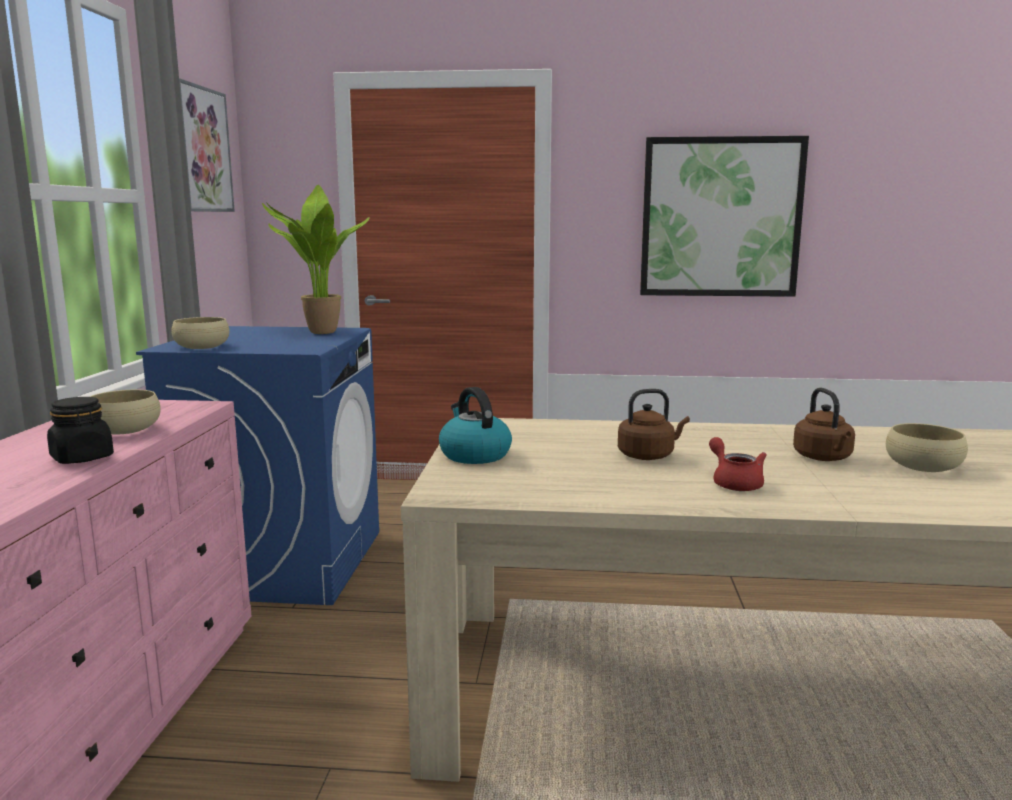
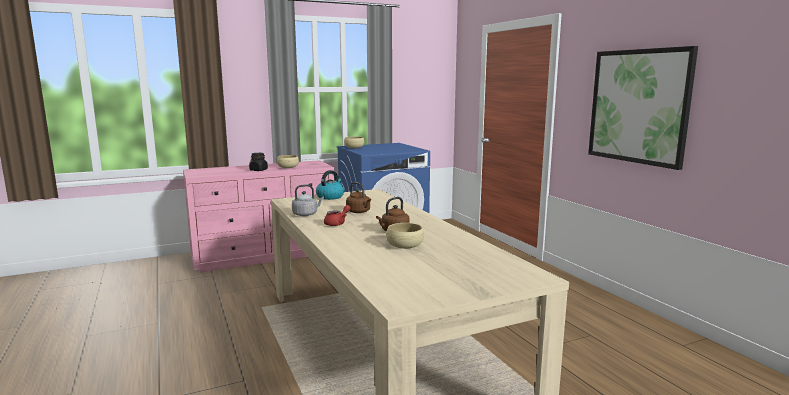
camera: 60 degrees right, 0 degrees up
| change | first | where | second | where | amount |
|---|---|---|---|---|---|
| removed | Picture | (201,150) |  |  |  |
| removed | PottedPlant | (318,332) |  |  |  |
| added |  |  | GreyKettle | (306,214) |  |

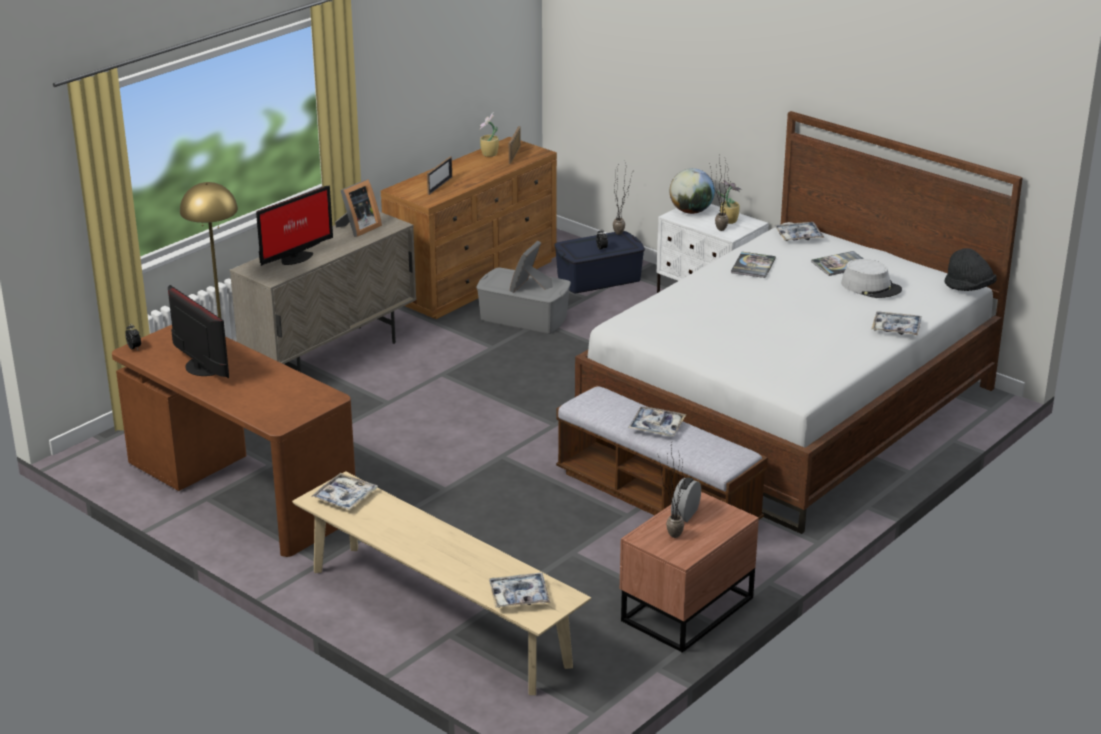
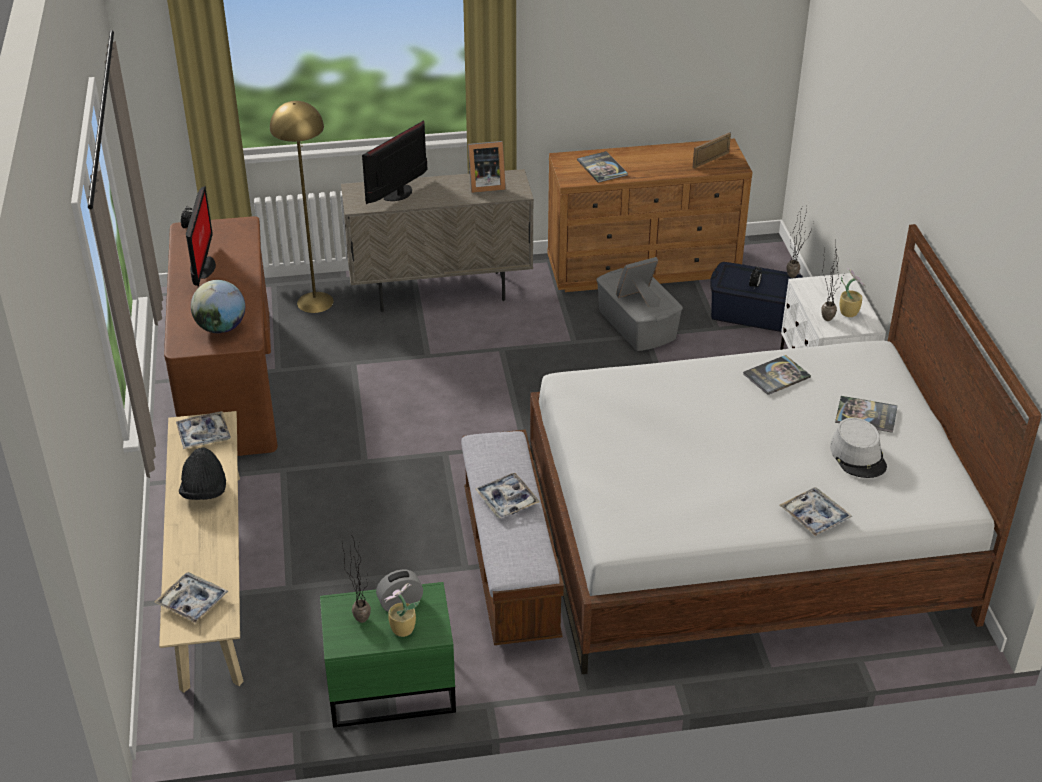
camera: 40 degrees right, 10 degrees up
| change | first | where | second | where | amount |
|---|---|---|---|---|---|
| moved | PottedPlant | (489,154) |  | (401,630) |  |
| replaced | PictureFrame | (440,185) | Book | (602,168) |  |
| moved | Globe | (691,211) |  | (221,328) |  |
| turned | Monitor | (295,258) |  | (400,193) | 135 degrees clockwise |
| removed | Tray | (798,236) |  |  |  |
| moved | BlackHat | (969,288) |  | (204,492) |  |
| recoloured | BrownNightstand | (684,609) | GreenNightstand | (389,687) |  |

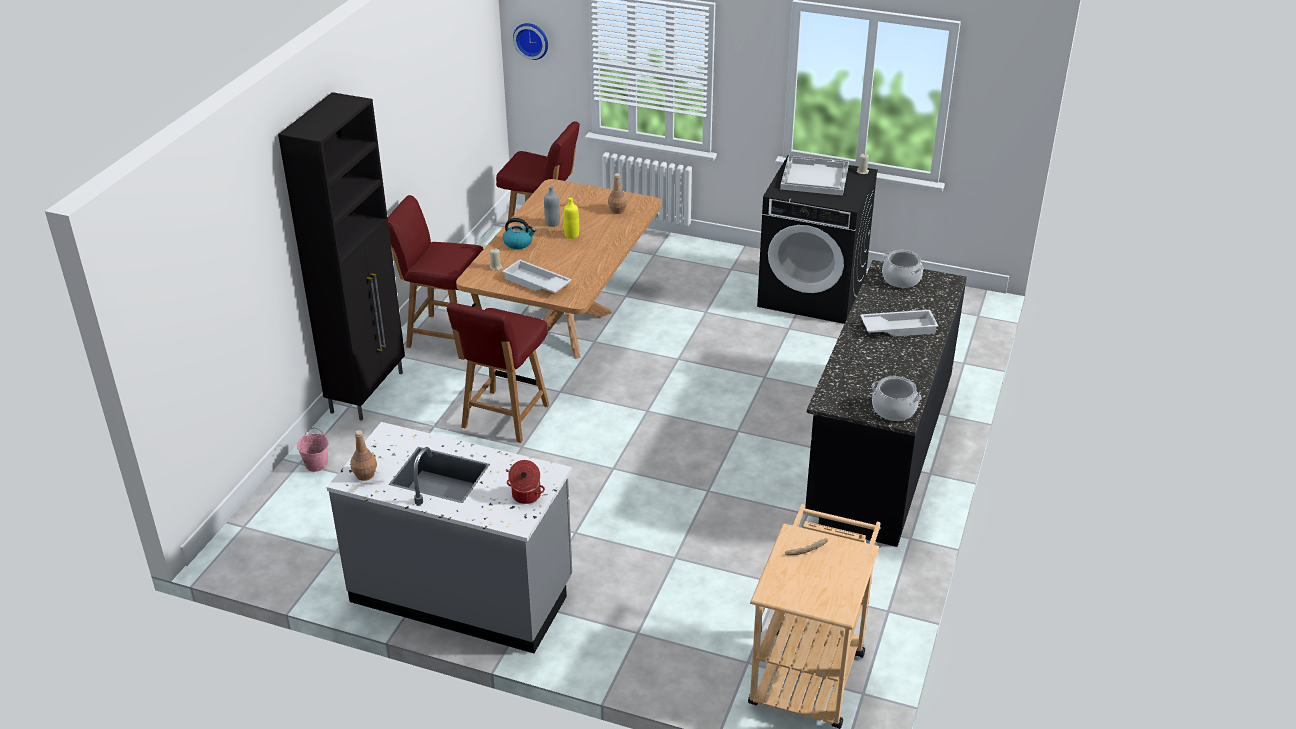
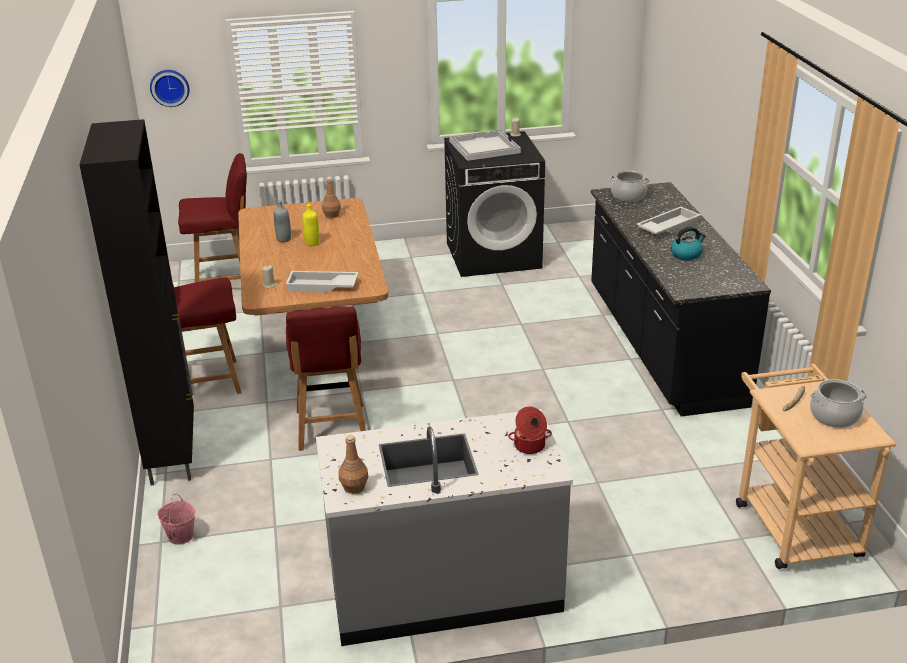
camera: 30 degrees left, 5 degrees down
| change | first | where | second | where | amount |
|---|---|---|---|---|---|
| moved | Kettle | (518,243) |  | (686,254) |  |
| moved | CookingPot | (893,410) |  | (834,416) |  |

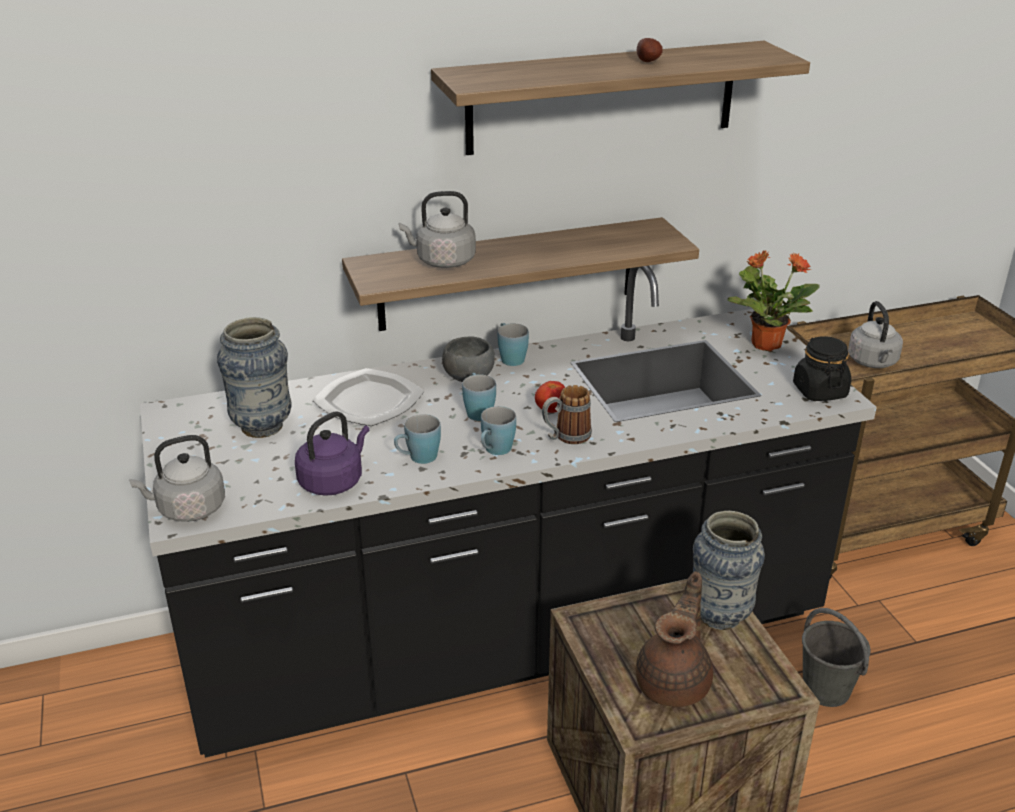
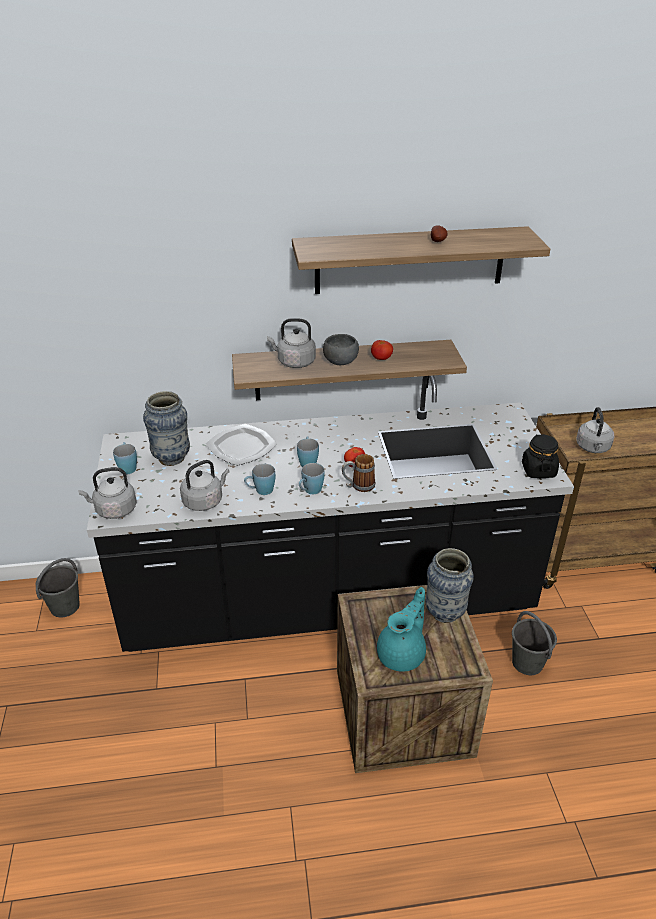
camera: 10 degrees right, 5 degrees up
| change | first | where | second | where | amount |
|---|---|---|---|---|---|
| removed | PottedPlant | (765,344) |  |  |  |
| moved | BlueMug | (510,357) |  | (127,466) |  |
| moved | GreyBowl | (468,376) |  | (340,361) |  |
| recoloured | PurpleKettle | (333,481) | GreyKettle | (204,501) |  |
| recoloured | BrownTeapot | (675,682) | TurquoiseTeapot | (402,654) |  |
| added |  |  | Tomato | (381,359) |  |
| added |  |  | GreyBucket | (65,606) |  |

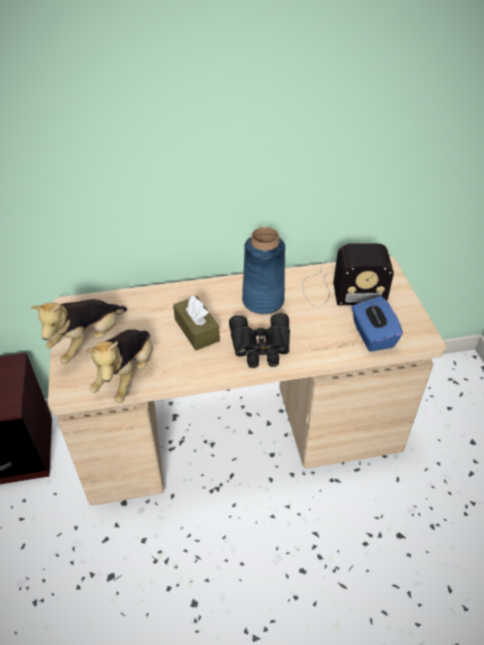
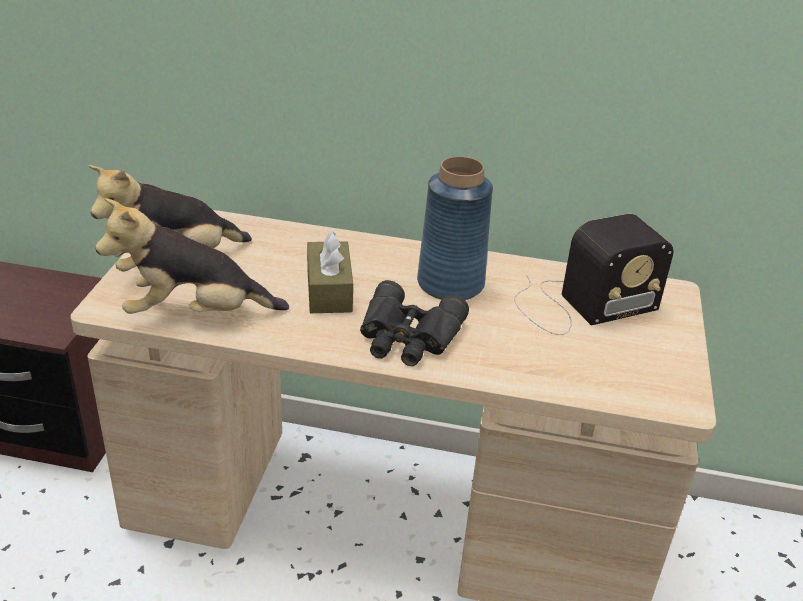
camera: 20 degrees right, 10 degrees down
| change | first | where | second | where | amount |
|---|---|---|---|---|---|
| turned | Radio | (340,291) |  | (580,304) | 45 degrees counterclockwise |
| removed | BlueTissueBox | (372,335) |  |  |  |
| turned | PlushToy | (127,376) |  | (195,314) | 45 degrees clockwise |

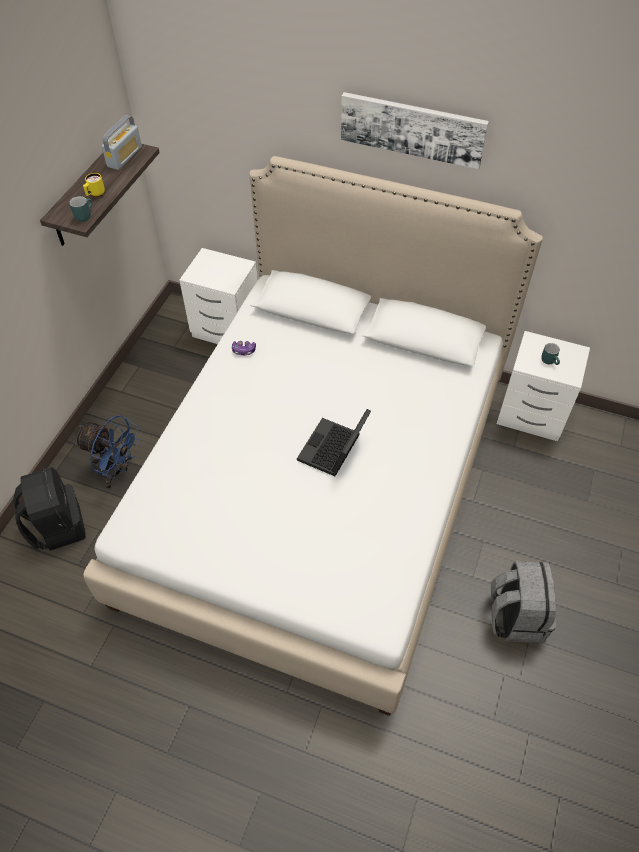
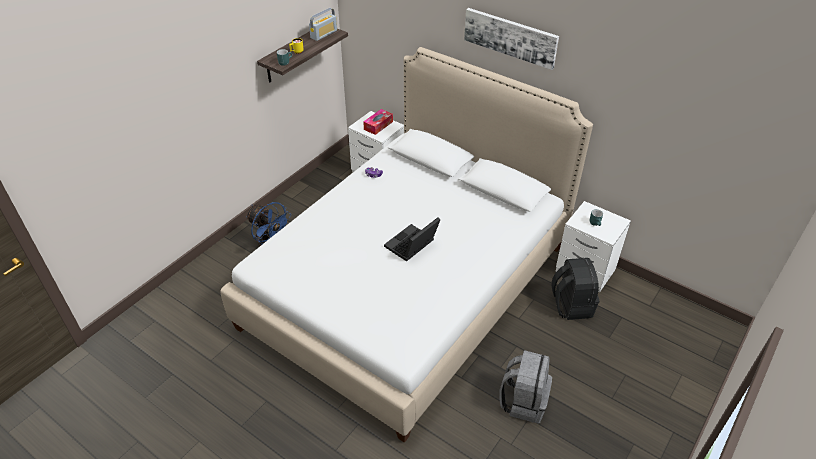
camera: 15 degrees right, 10 degrees down
| change | first | where | second | where | amount |
|---|---|---|---|---|---|
| moved | BlackBackpack | (58,526) |  | (571,305) |  |
| added |  |  | TissueBox | (378,125) |  |

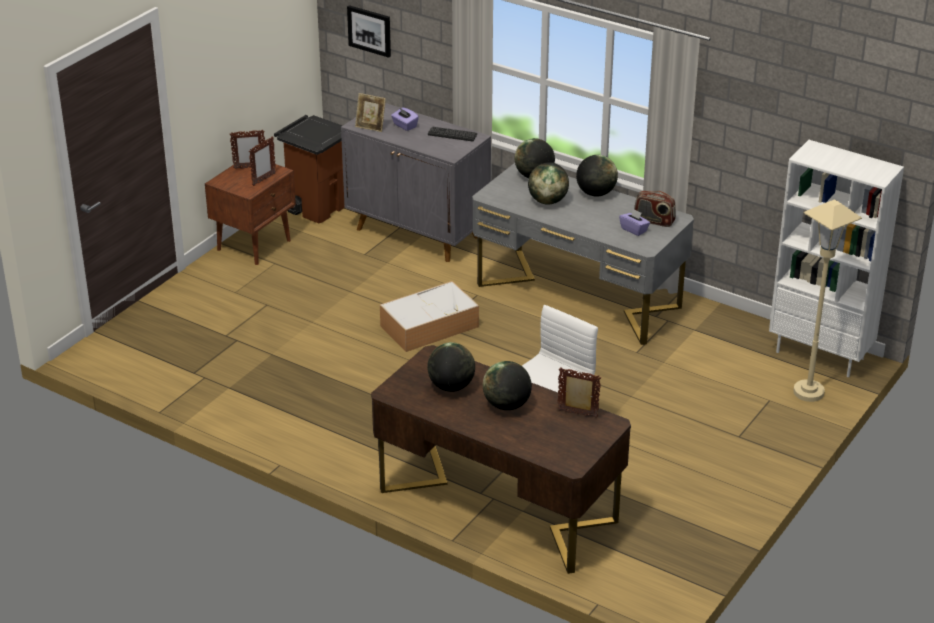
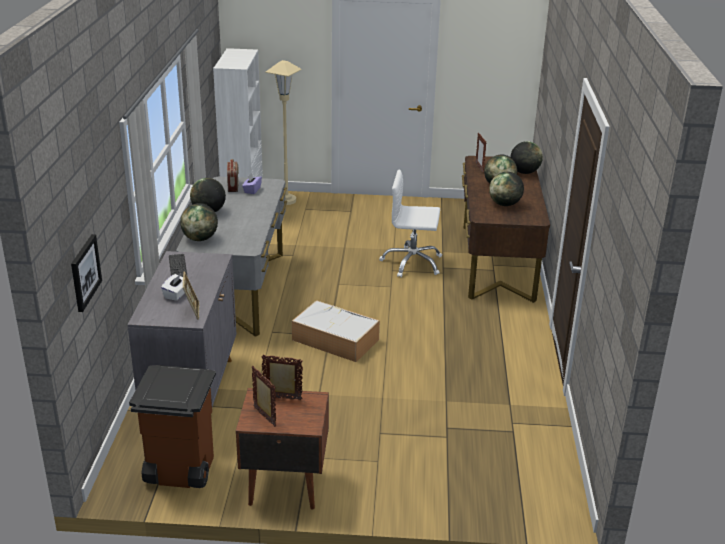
camera: 120 degrees left, 5 degrees down
| change | first | where | second | where | amount |
|---|---|---|---|---|---|
| recoloured | PurpleTissueBox | (404,126) | WhiteTissueBox | (176,294) |  |
| moved | Globe | (547,201) |  | (524,172) |  |

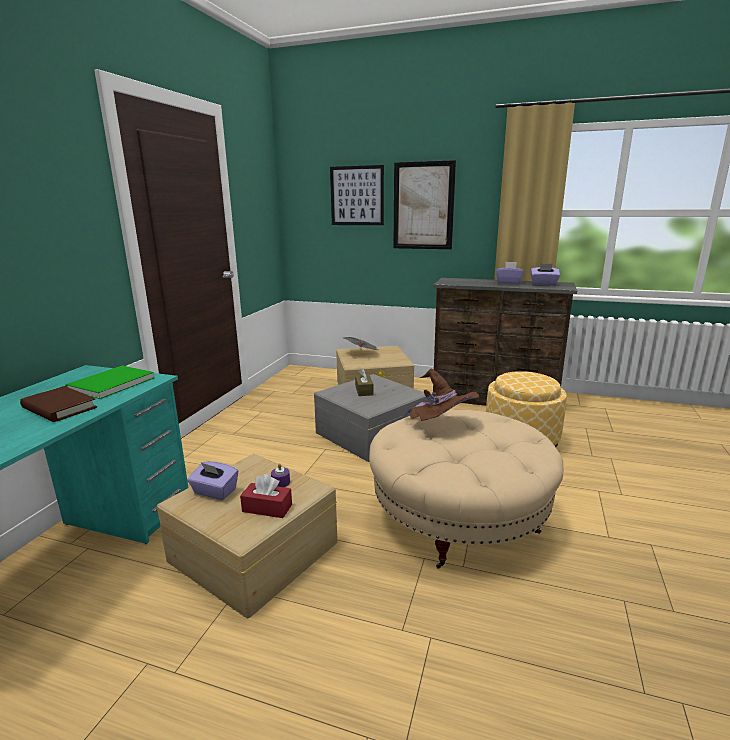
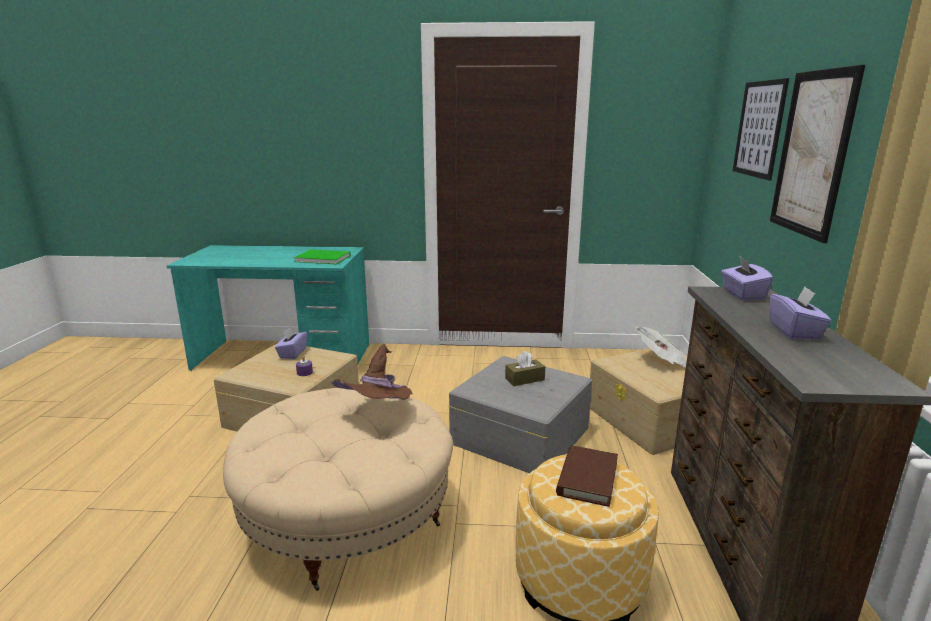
camera: 75 degrees right, 0 degrees up
| change | first | where | second | where | amount |
|---|---|---|---|---|---|
| moved | PurpleTissueBox | (544,284) |  | (742,294) |  |
| moved | BrownBook | (59,408) |  | (587,478) |  |
| removed | RedTissueBox | (267,508) |  |  |  |

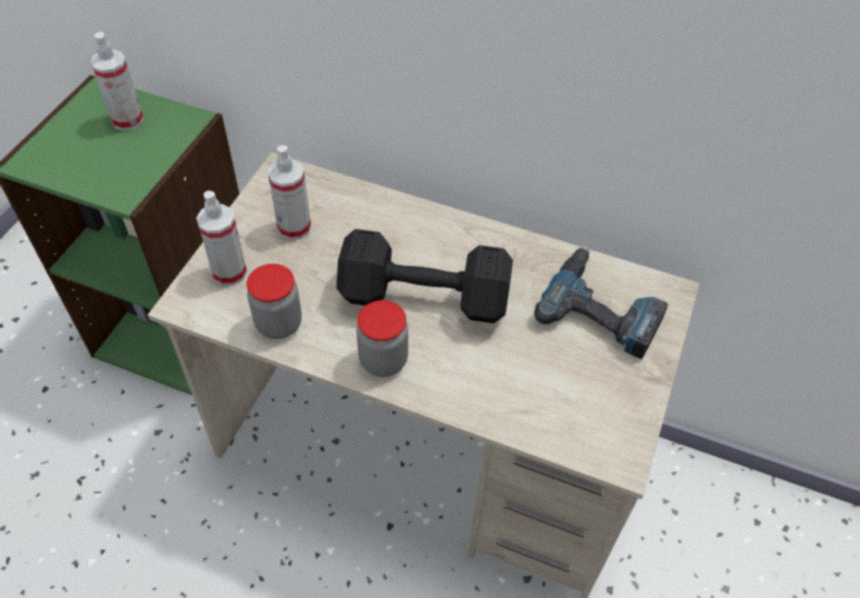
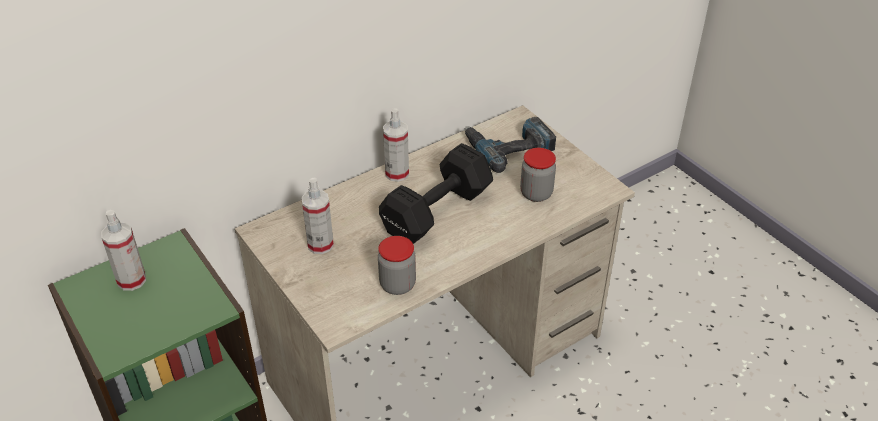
camera: 55 degrees left, 10 degrees down
| change | first | where | second | where | amount |
|---|---|---|---|---|---|
| moved | SprayBottle | (229,272) |  | (397,173) |  |
| moved | Jar | (383,360) |  | (536,193) |  |

